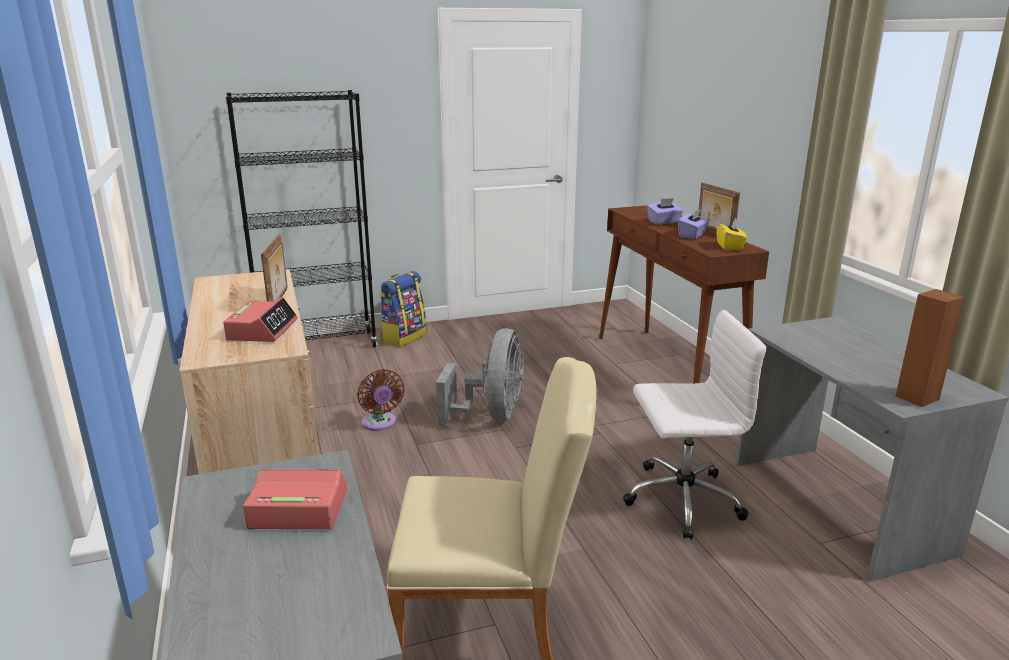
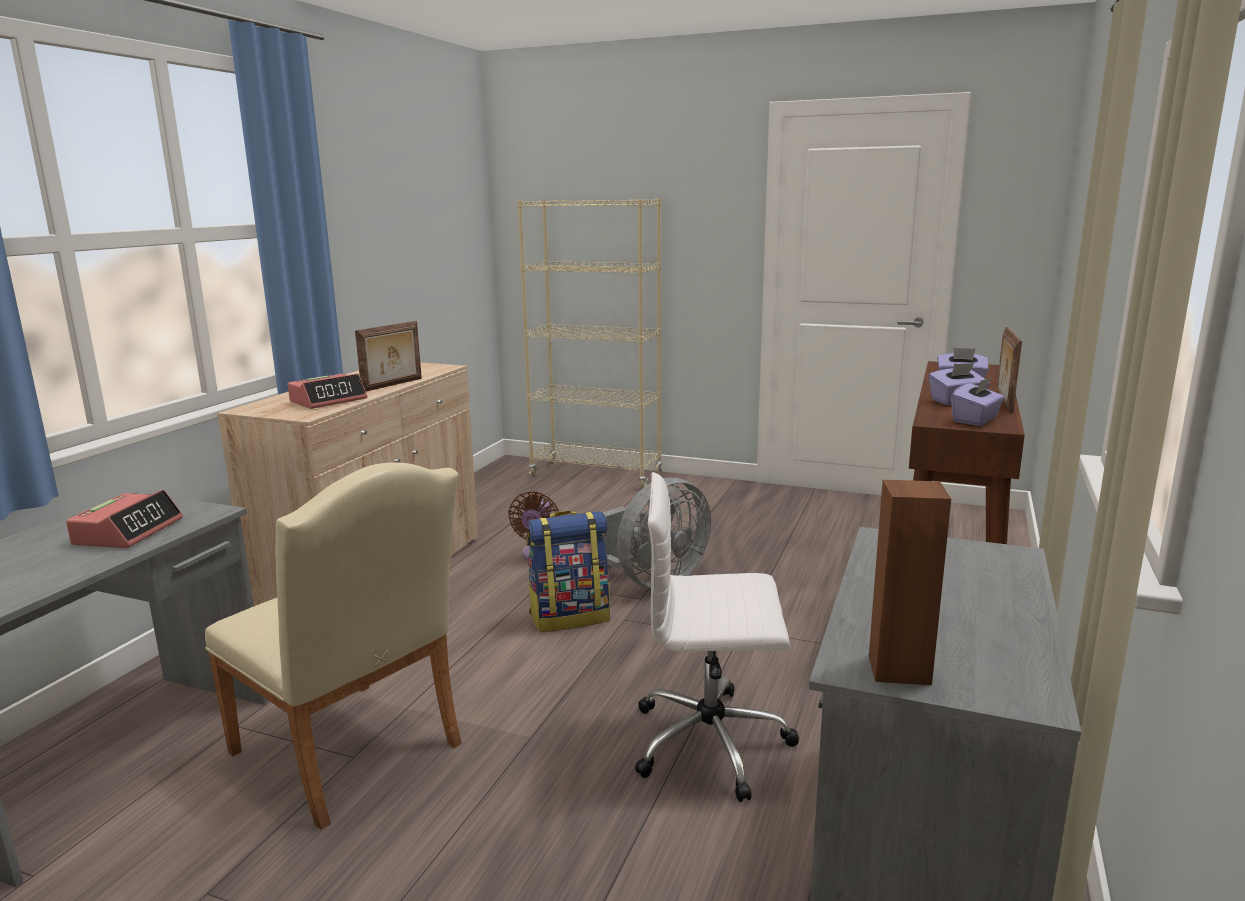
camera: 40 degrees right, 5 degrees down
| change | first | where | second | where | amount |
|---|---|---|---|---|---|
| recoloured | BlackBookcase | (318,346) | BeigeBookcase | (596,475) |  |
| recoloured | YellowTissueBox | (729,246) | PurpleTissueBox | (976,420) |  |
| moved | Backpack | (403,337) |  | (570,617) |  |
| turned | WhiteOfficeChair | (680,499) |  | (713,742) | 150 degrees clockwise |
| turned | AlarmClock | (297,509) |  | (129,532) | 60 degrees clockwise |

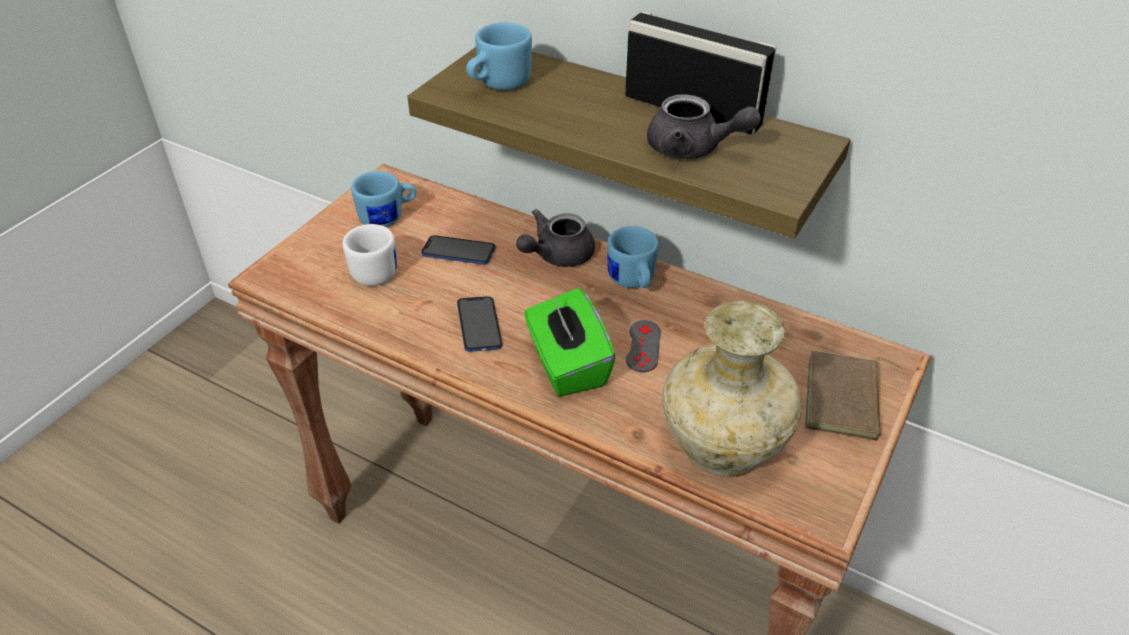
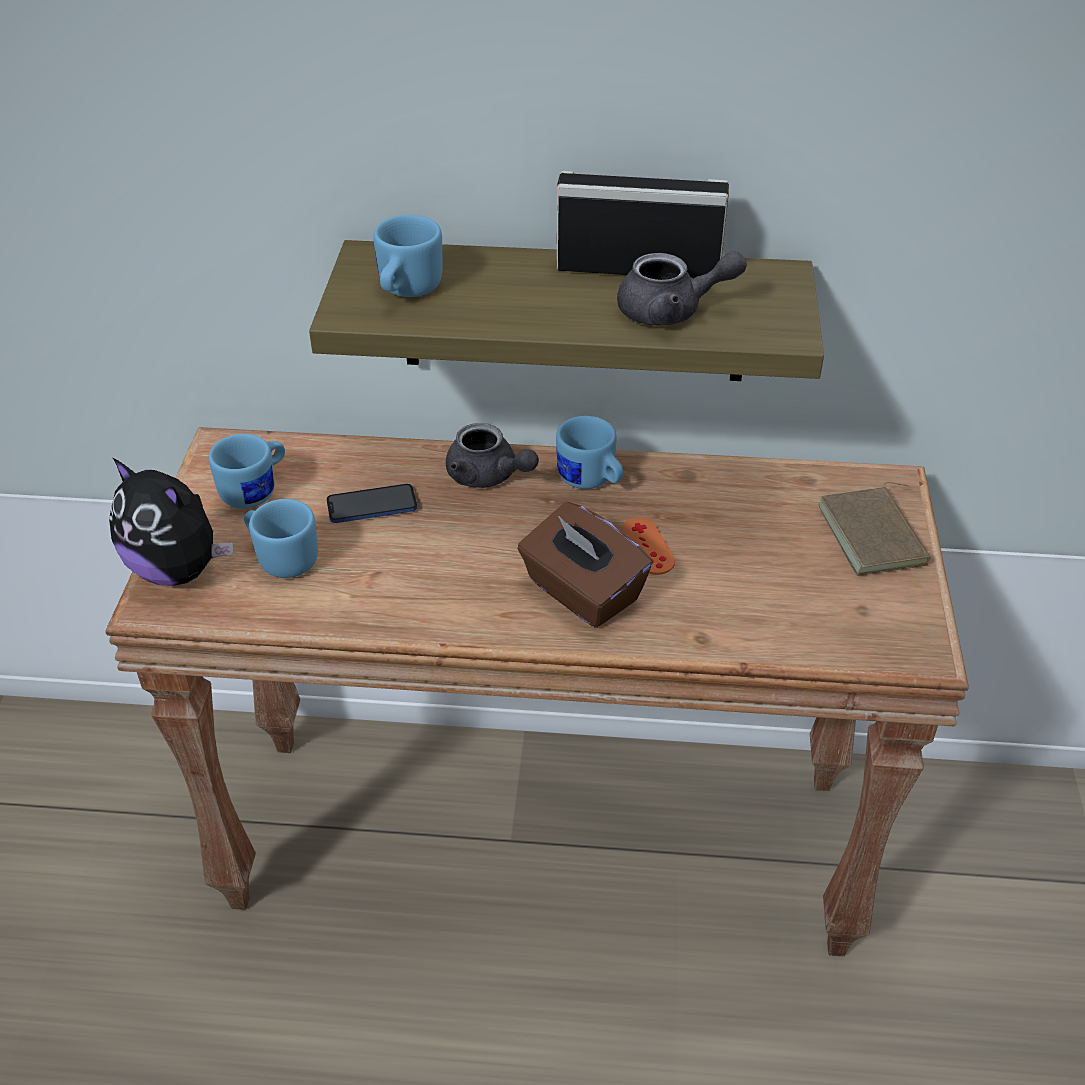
camera: 25 degrees left, 0 degrees up
| change | first | where | second | where | amount |
|---|---|---|---|---|---|
| turned | GreyTeapot | (556,255) |  | (488,476) | 75 degrees counterclockwise |
| recoloured | WhiteMug | (372,270) | BlueMug | (282,557) |  |
| recoloured | GreenTissueBox | (567,365) | BrownTissueBox | (582,592) |  |
| removed | Phone | (479,325) |  |  |  |
| removed | BeigeVase | (722,447) |  |  |  |
| recoloured | GreyGameController | (643,346) | OrangeGameController | (647,546) |  |
| added |  |  | PlushToy | (178,569) |  |

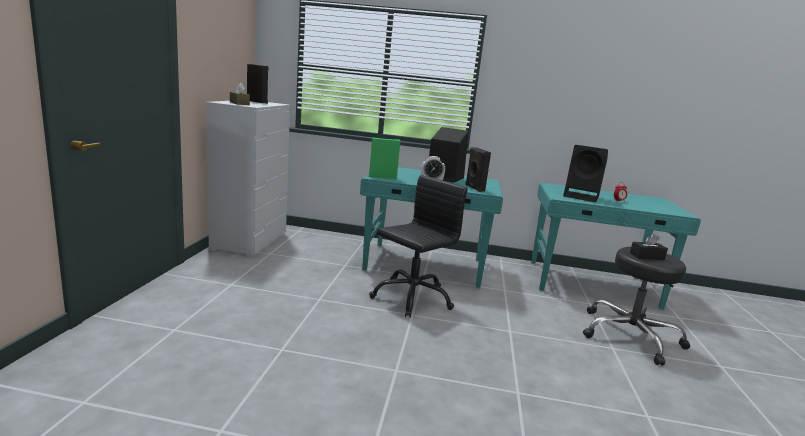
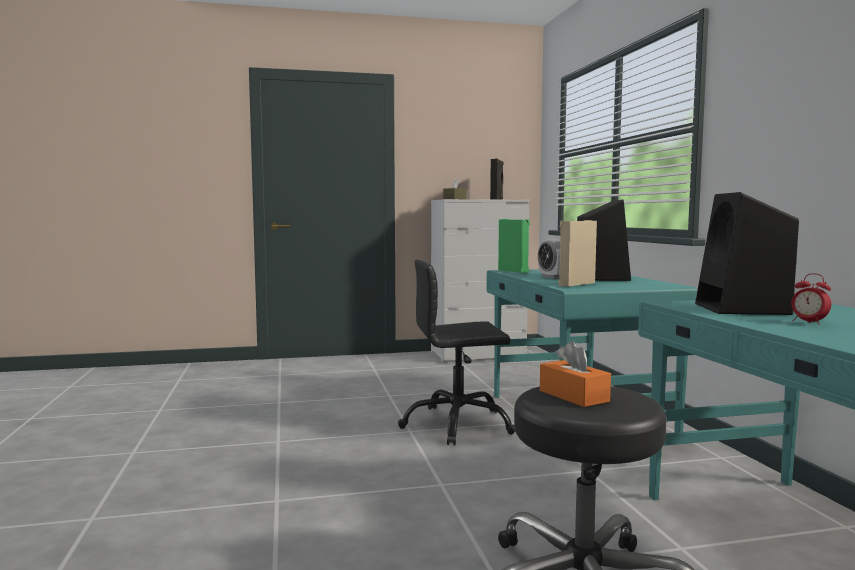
camera: 70 degrees right, 10 degrees down
| change | first | where | second | where | amount |
|---|---|---|---|---|---|
| recoloured | BlackSpeaker | (474,188) | BeigeSpeaker | (575,284) |  |
| turned | BlackOfficeChair | (411,297) |  | (457,424) | 150 degrees clockwise |
| recoloured | BlackTissueBox | (647,256) | OrangeTissueBox | (573,396) |  |

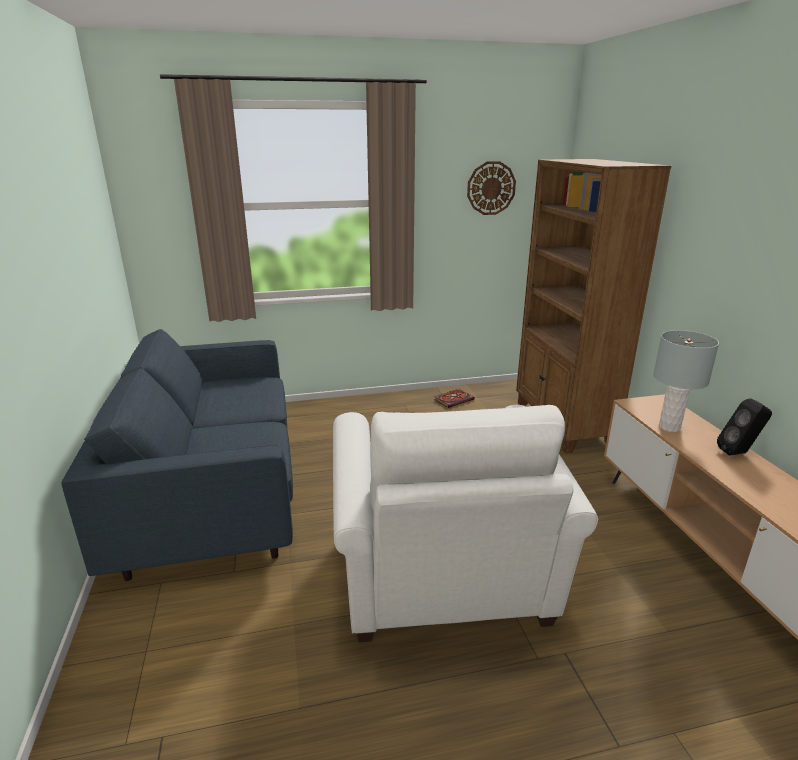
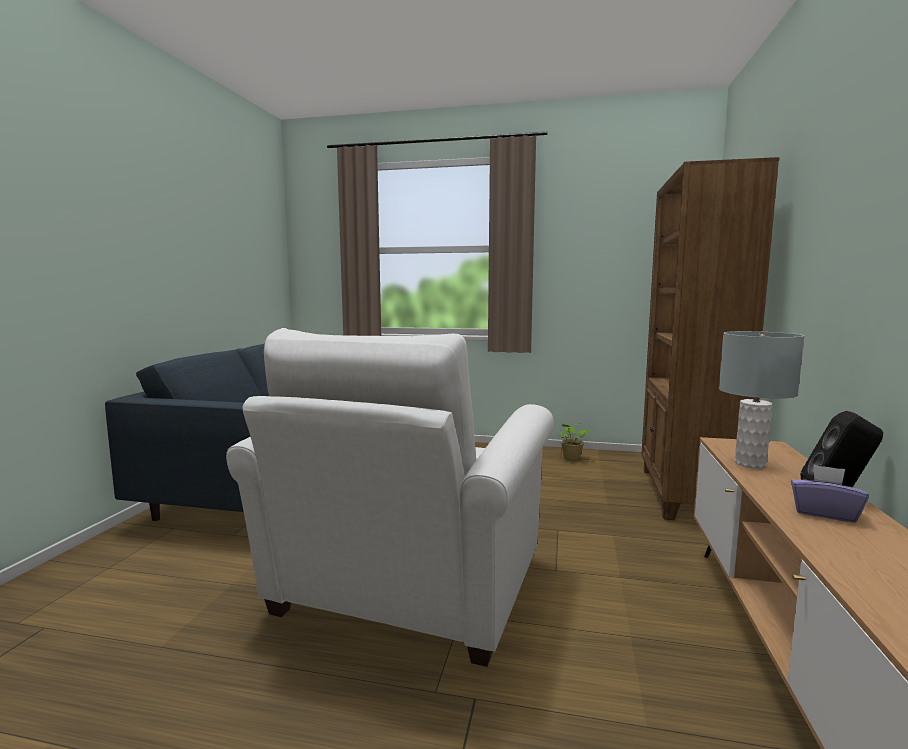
camera: 25 degrees right, 15 degrees down
| change | first | where | second | where | amount |
|---|---|---|---|---|---|
| removed | WallClock | (491,188) |  |  |  |
| replaced | Book | (454,399) | PottedPlant | (571,458) |  |
| added |  |  | PurpleTissueBox | (824,513) |  |

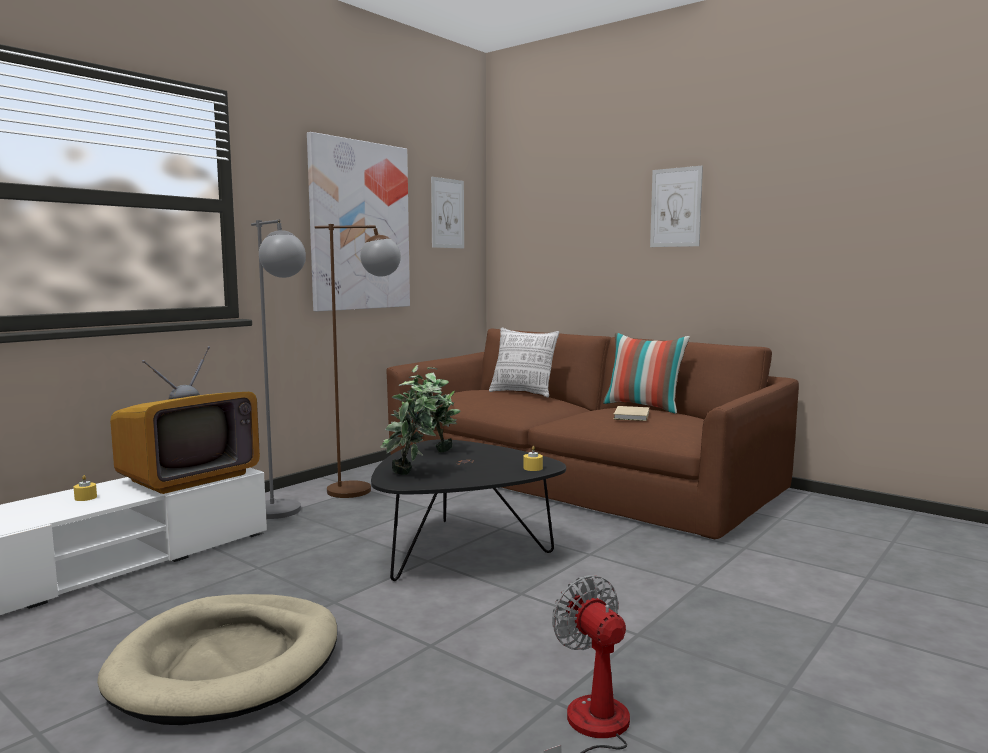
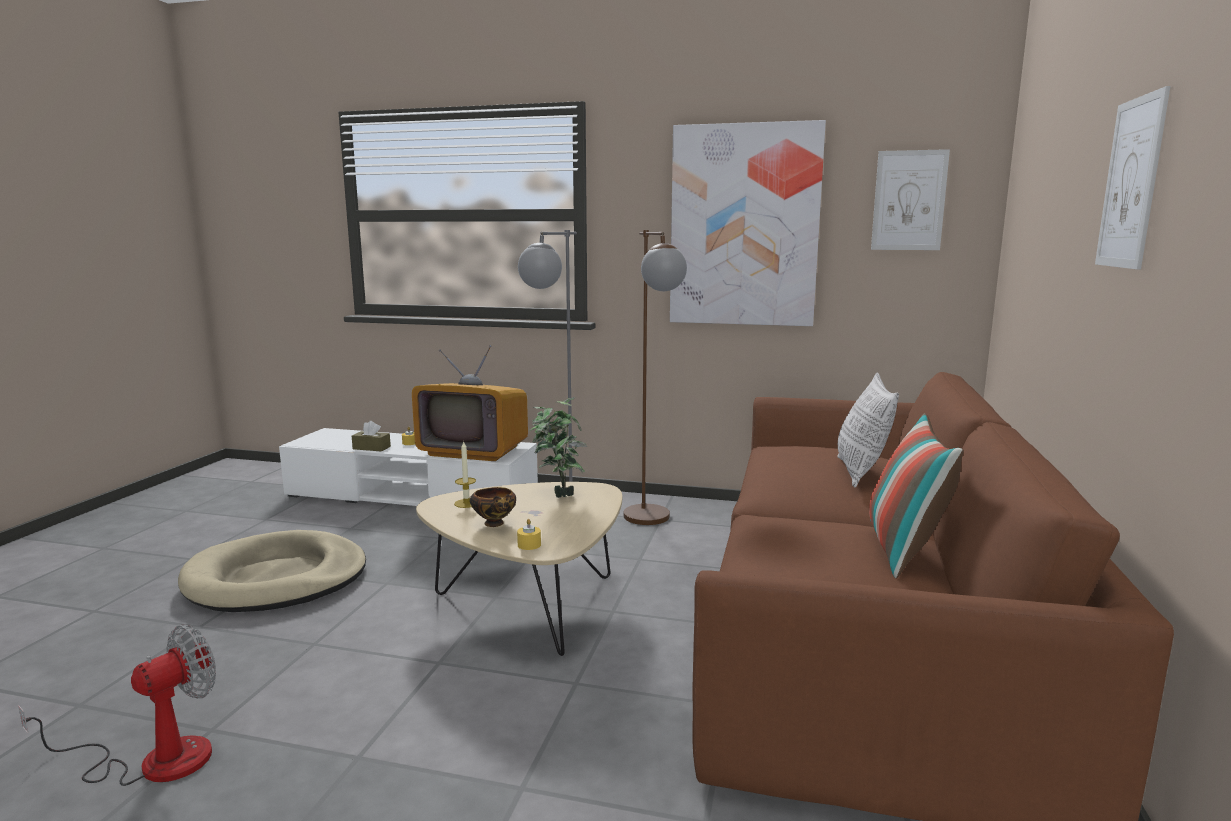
camera: 65 degrees right, 5 degrees up
| change | first | where | second | where | amount |
|---|---|---|---|---|---|
| replaced | PottedPlant | (412,474) | Candle | (466,503) |  |
| removed | BeigeBook | (630,416) |  |  |  |
| recoloured | BlackCoffeeTable | (461,551) | BeigeCoffeeTable | (530,606) |  |
| added |  |  | BrownTissueBox | (371,448) |  |
| added |  |  | Bowl | (495,524) |  |

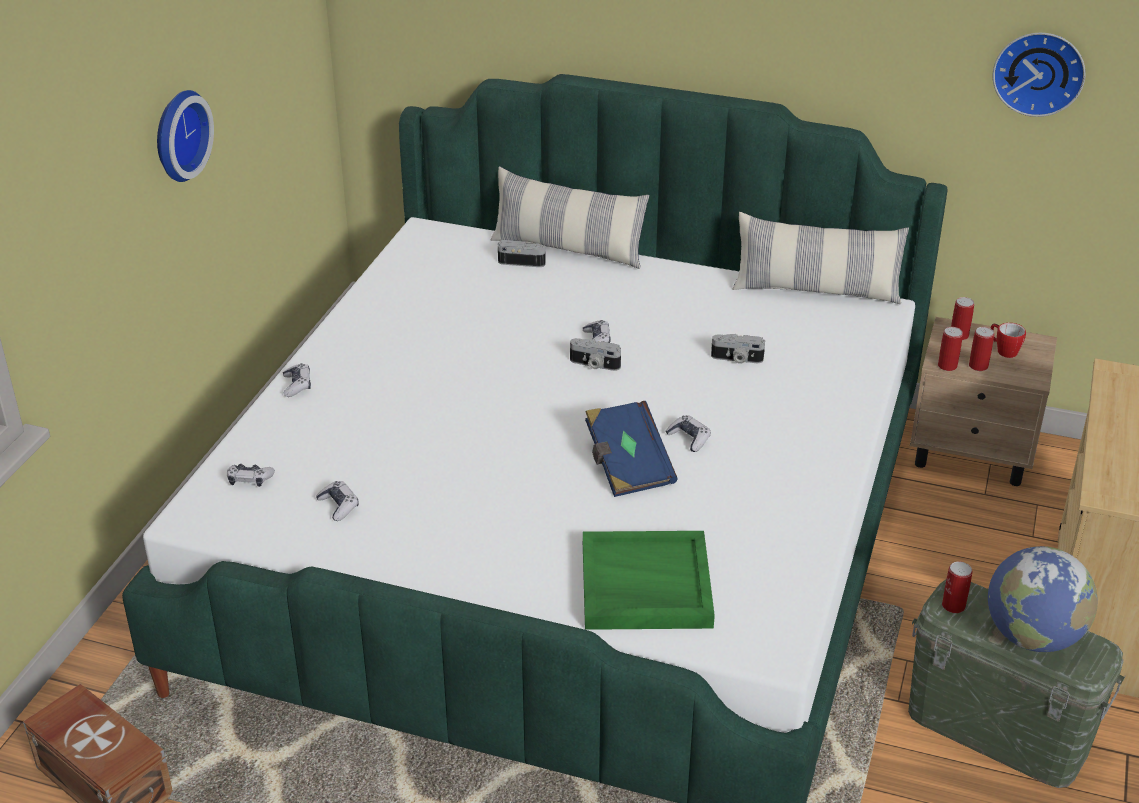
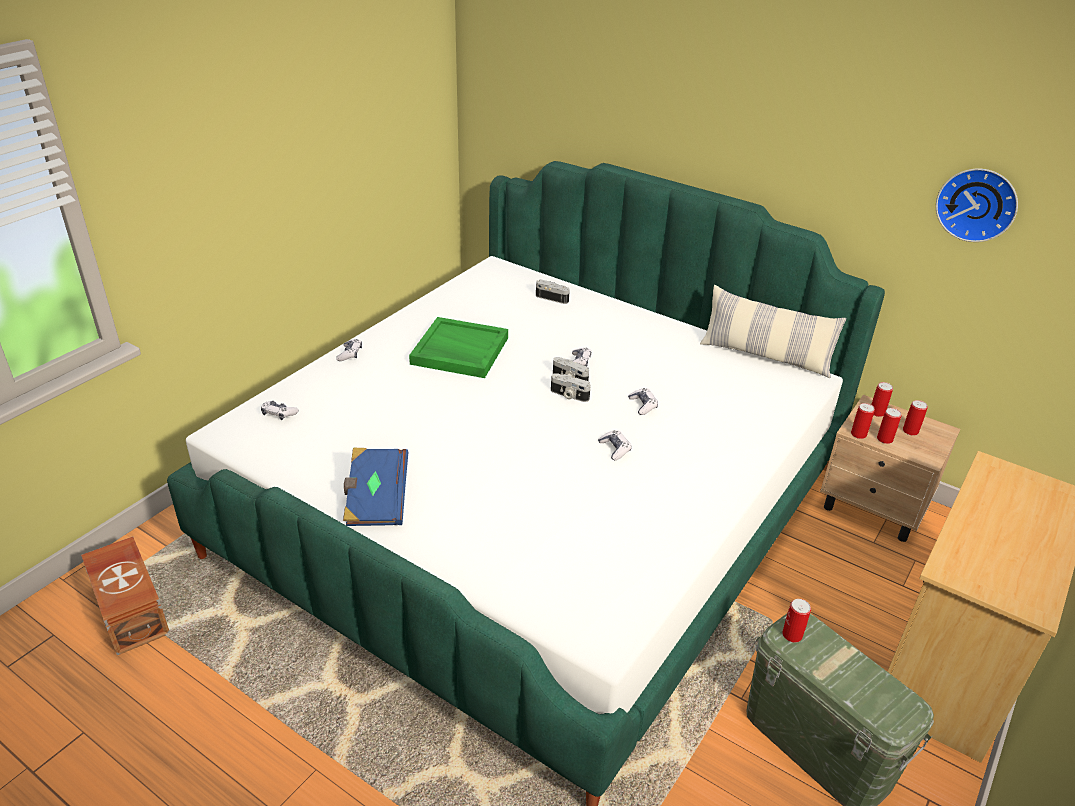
camera: 15 degrees right, 0 degrees up
| change | first | where | second | where | amount |
|---|---|---|---|---|---|
| removed | WallClock | (177,135) |  |  |  |
| removed | Pillow | (568,249) |  |  |  |
| replaced | Mug | (1003,350) | Can | (910,431) |  |
| moved | PhotoCamera | (736,359) |  | (569,395) |  |
| moved | BlueBook | (627,465) |  | (376,500) |  |
| moved | GameController | (339,506) |  | (643,405) |  |
| moved | GreenTray | (644,586) |  | (459,351) |  |
| removed | Globe | (1032,637) |  |  |  |

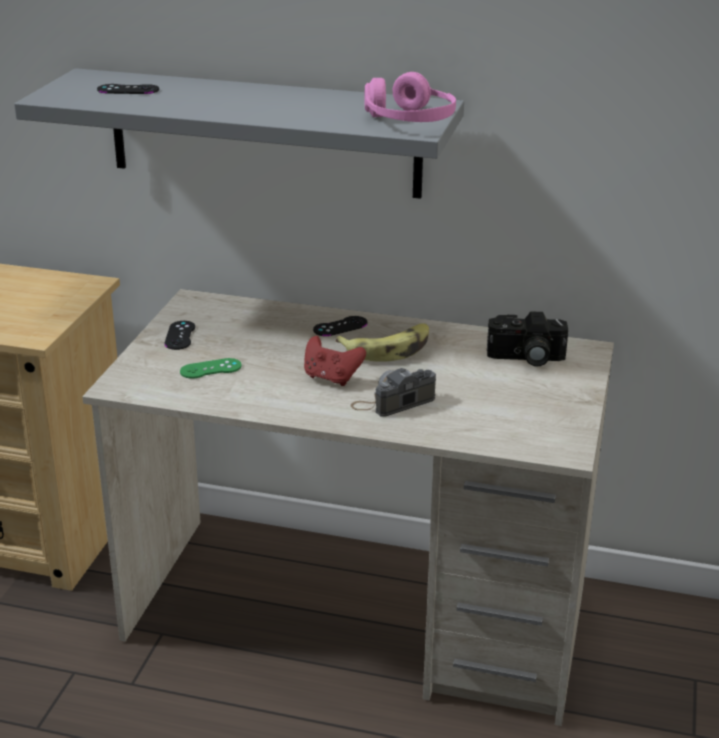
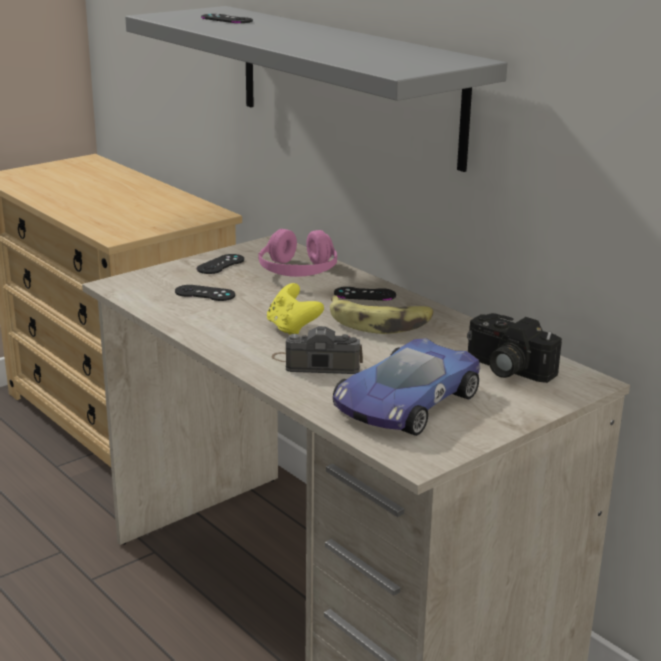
camera: 35 degrees right, 5 degrees down
| change | first | where | second | where | amount |
|---|---|---|---|---|---|
| moved | PinkHeadphones | (409,120) |  | (298,271) |  |
| recoloured | RedGameController | (331,378) | YellowGameController | (292,329) |  |
| recoloured | GreenGameController | (210,369) | BlackGameController | (205,293) |  |
| added |  |  | ToyCar | (404,402) |  |

